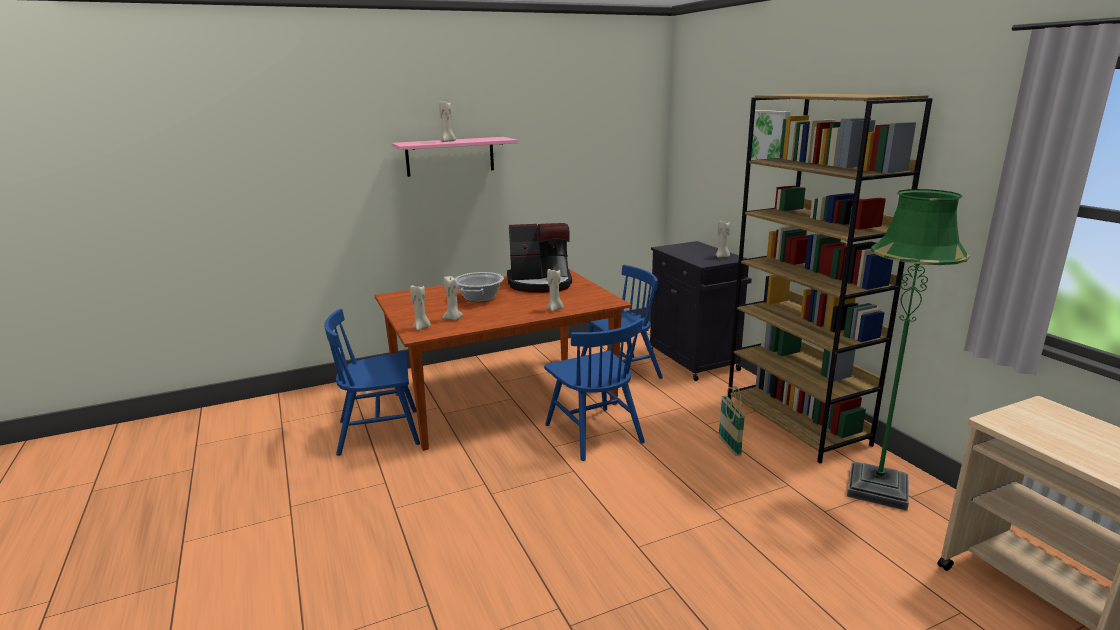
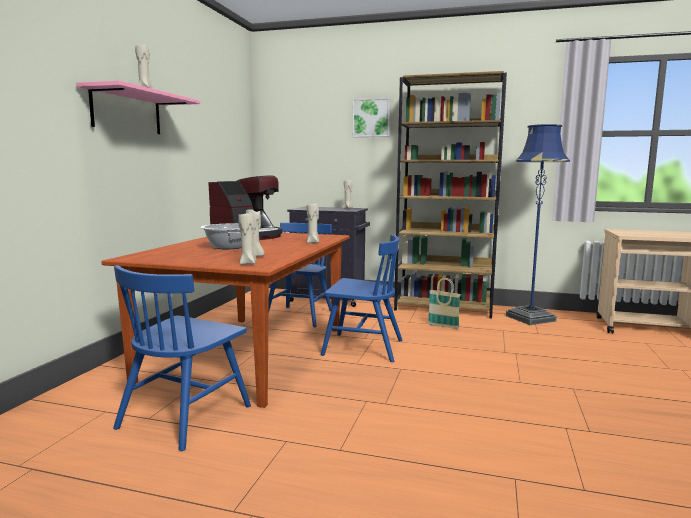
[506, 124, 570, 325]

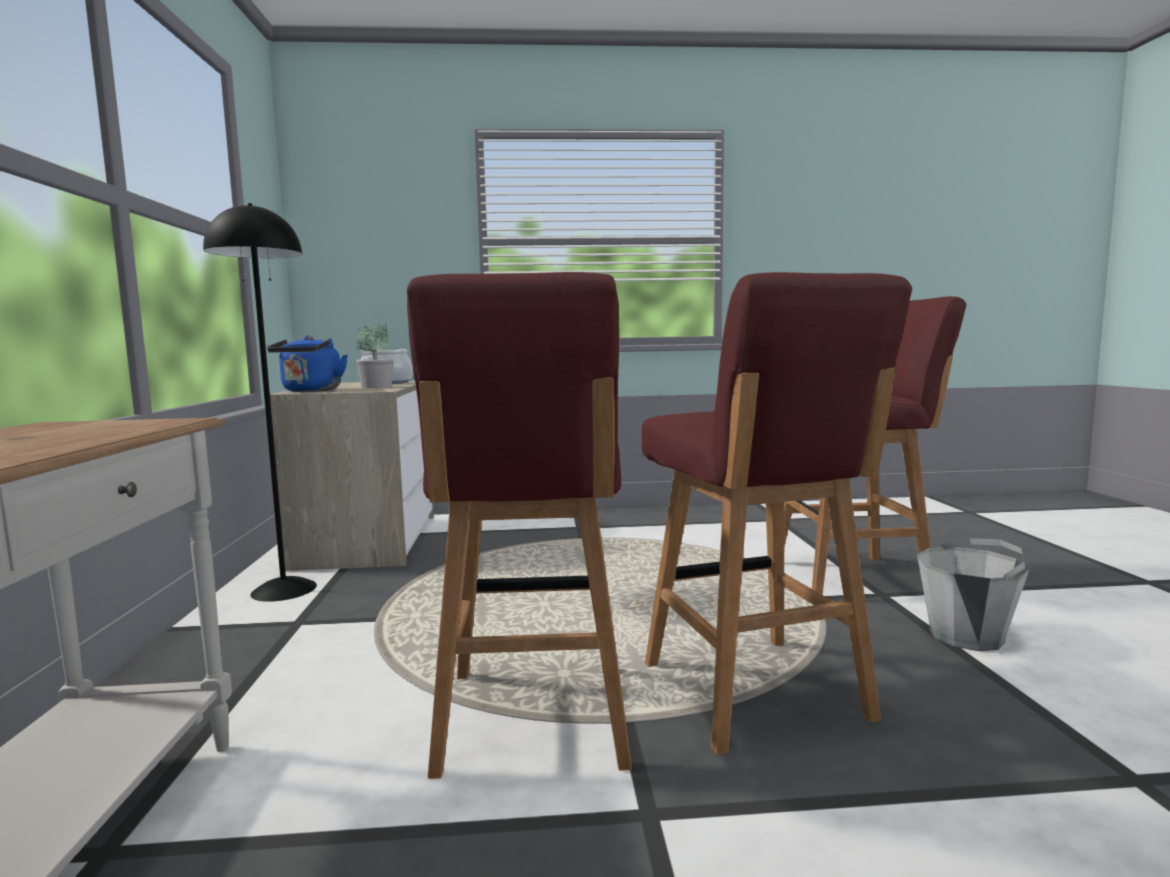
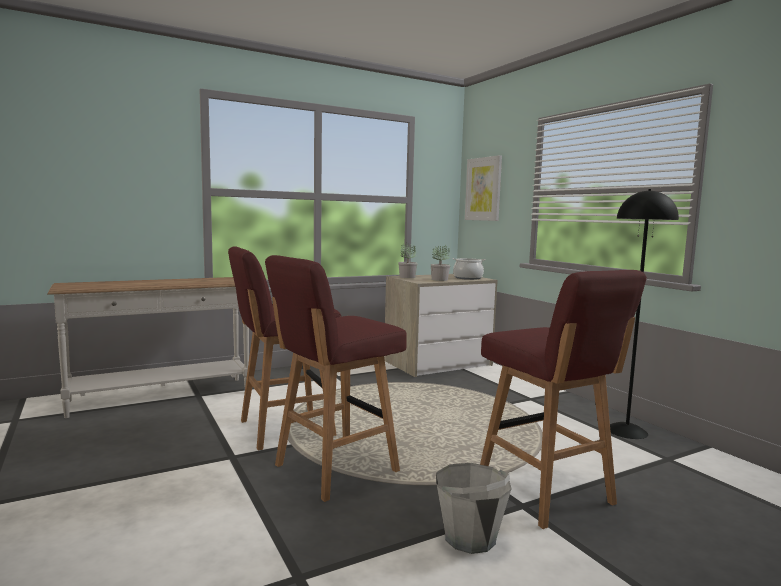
[398, 244, 418, 278]
[465, 155, 502, 221]
[610, 189, 679, 439]

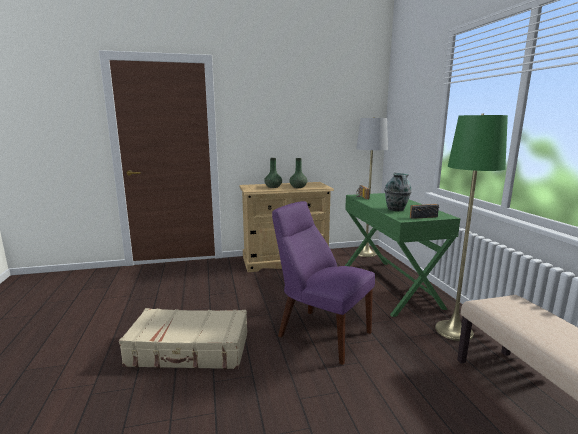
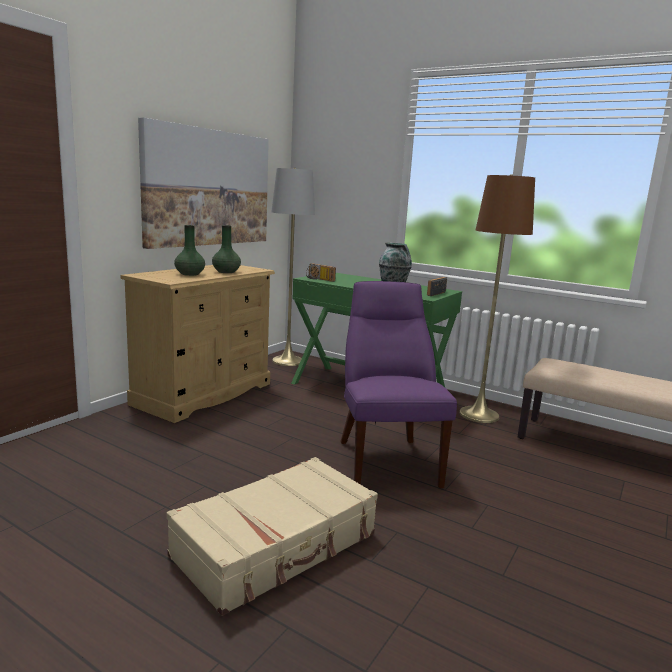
[138, 117, 269, 249]
[340, 281, 457, 488]
[459, 174, 535, 423]

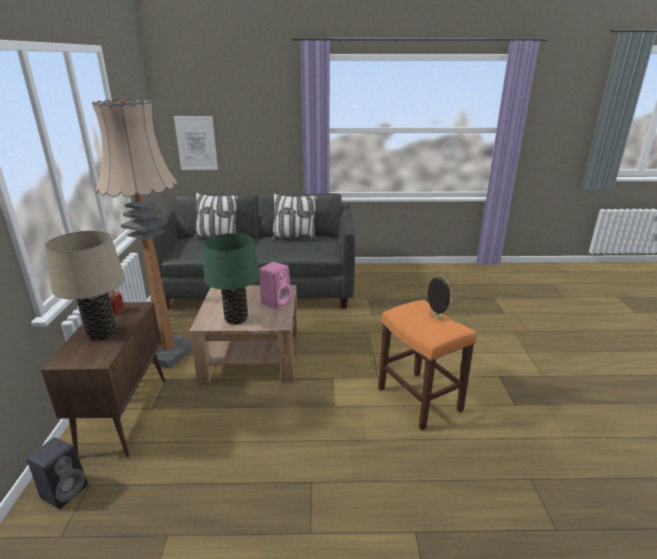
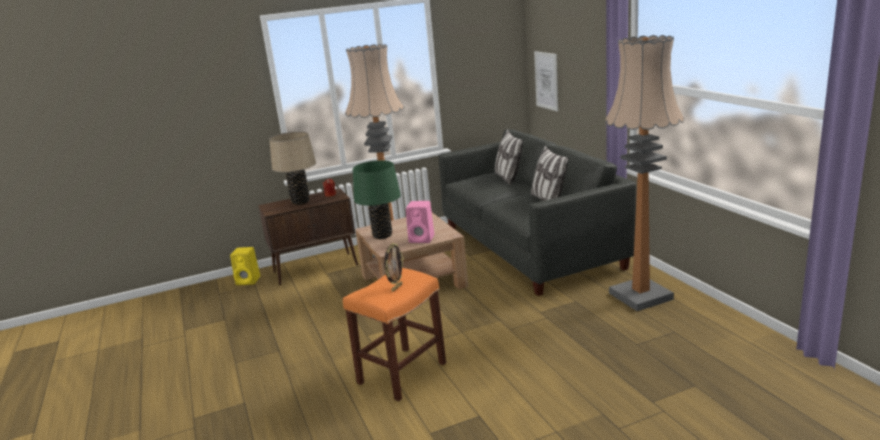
[230, 247, 260, 285]
[605, 35, 684, 311]

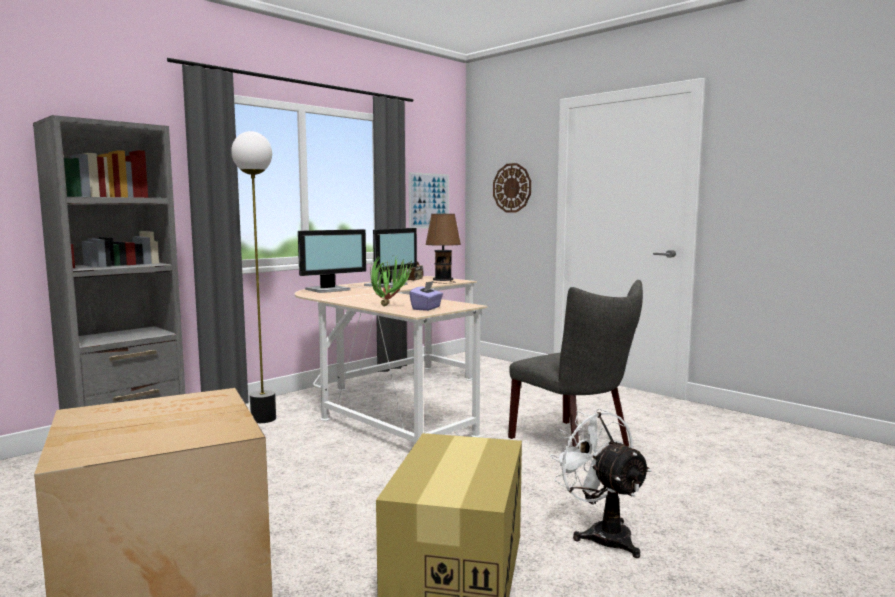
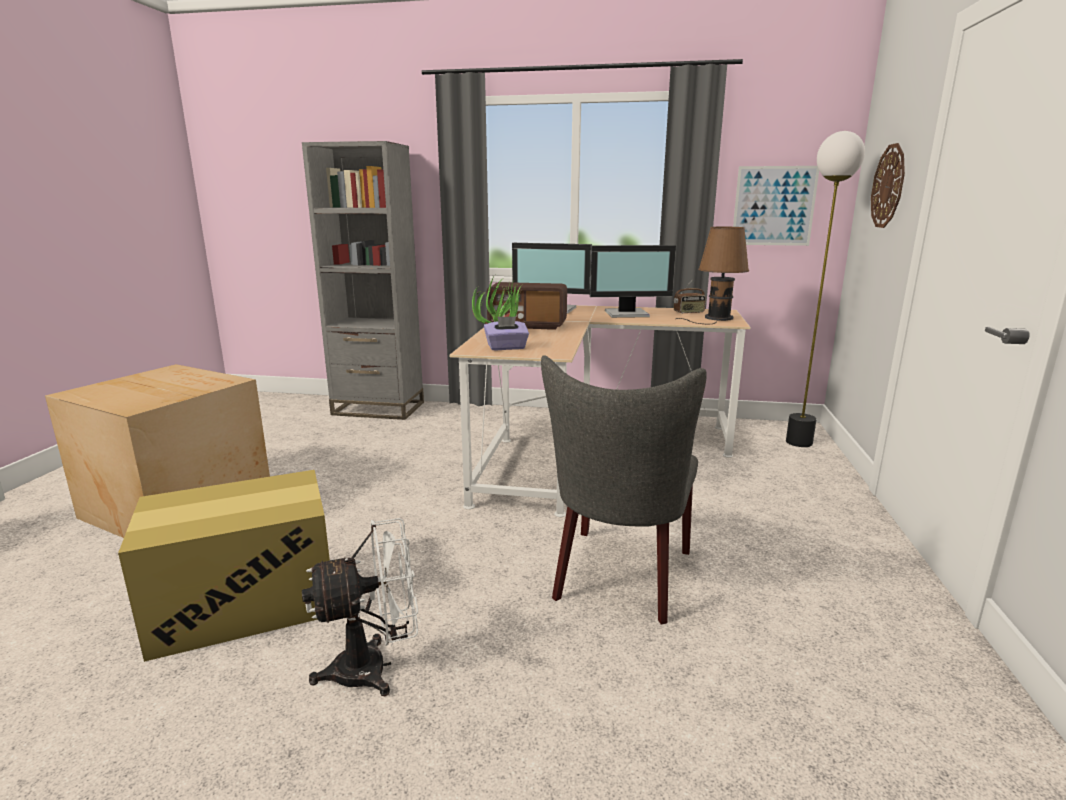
[302, 518, 418, 696]
[487, 282, 567, 330]
[786, 131, 865, 447]

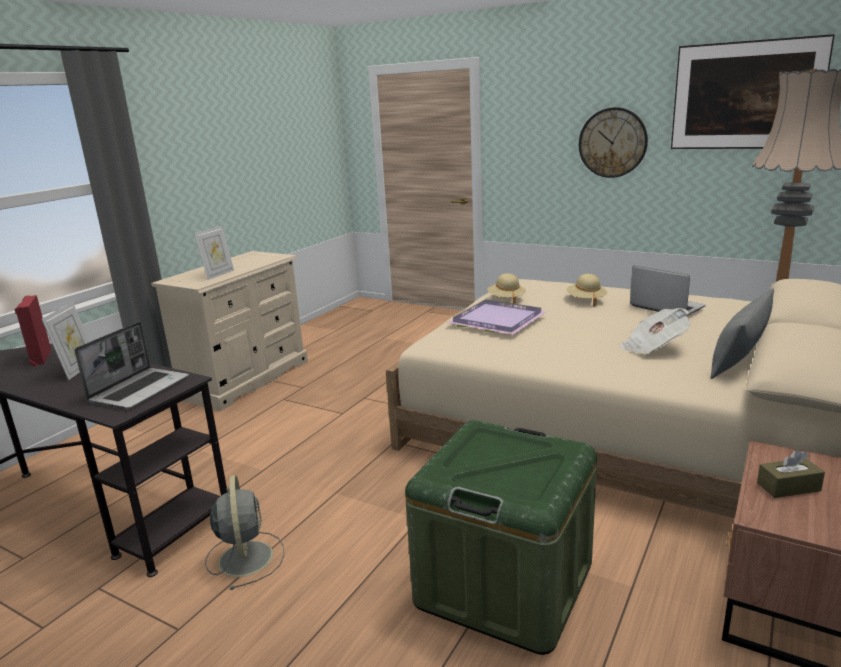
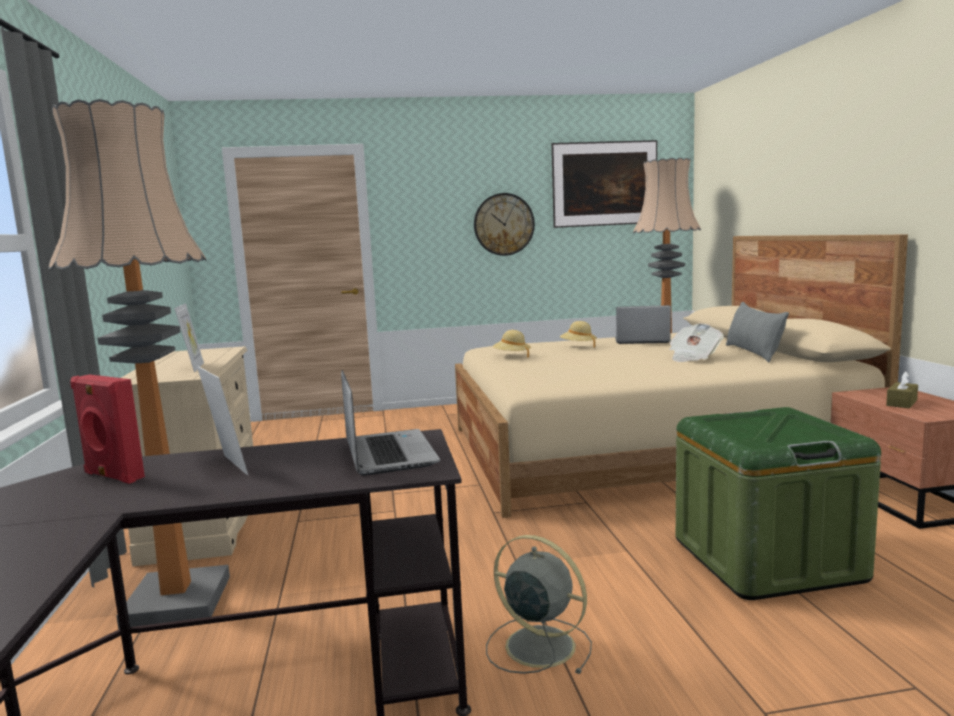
[48, 99, 230, 629]
[447, 299, 546, 335] (first image)

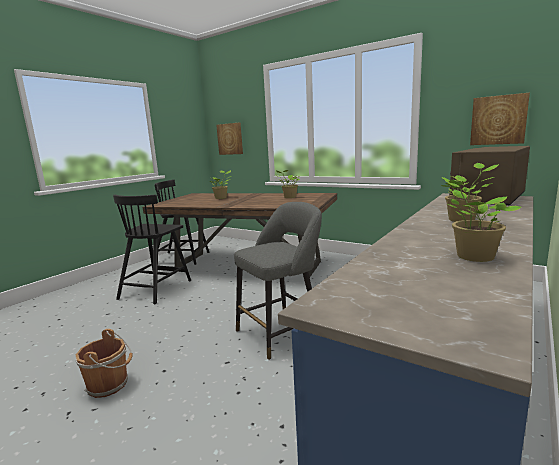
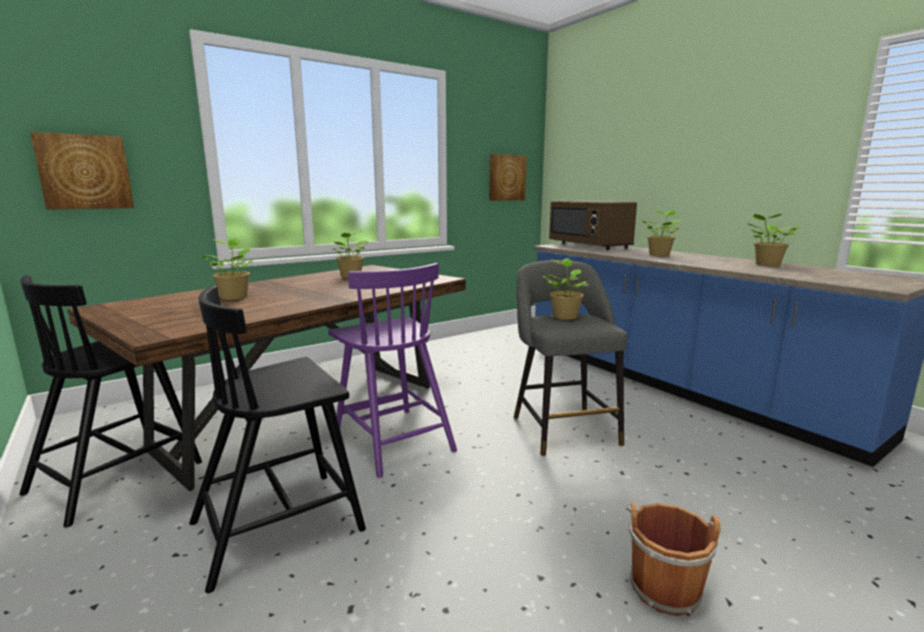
[189, 286, 366, 593]
[328, 263, 457, 478]
[542, 258, 589, 320]

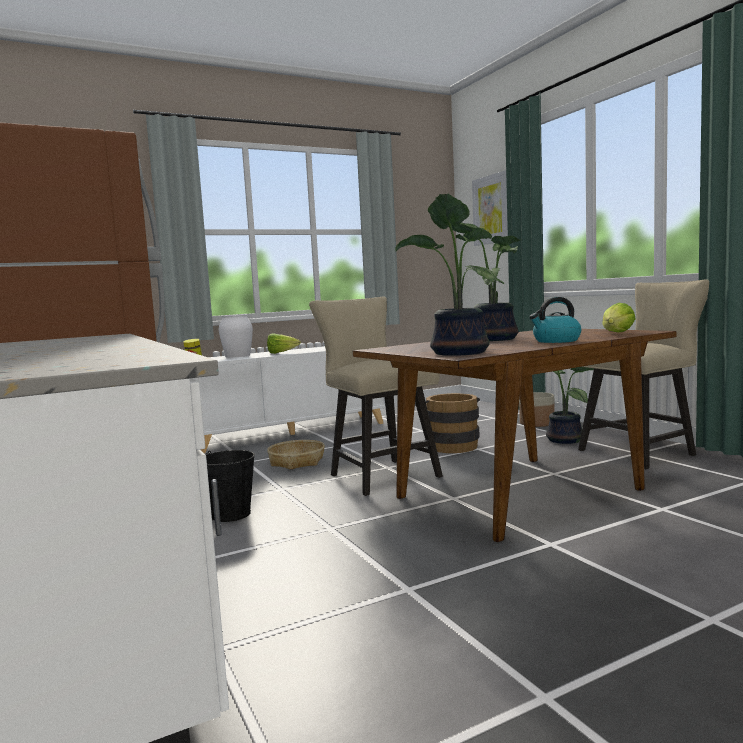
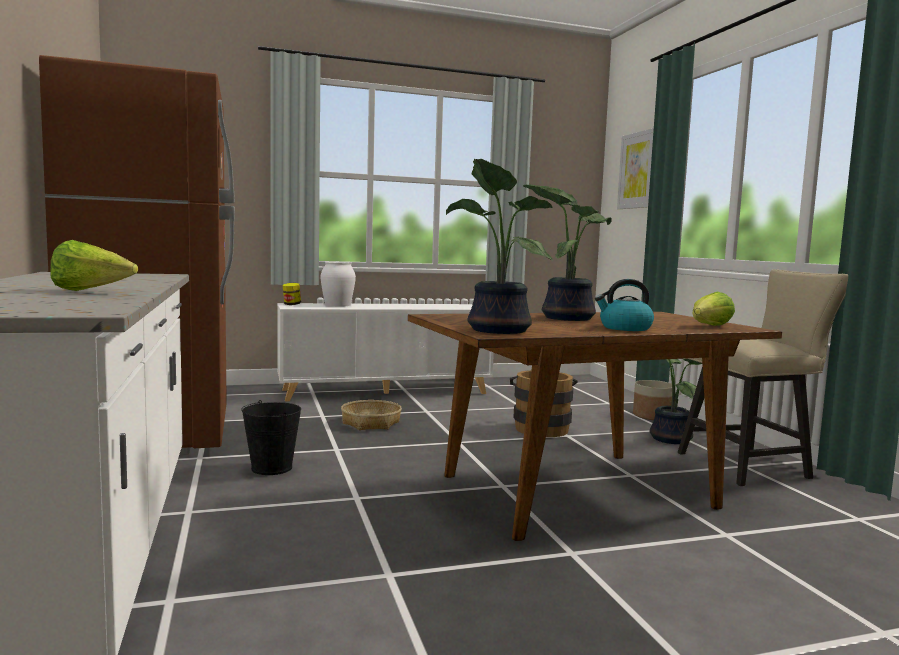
[51, 240, 138, 291]
[309, 297, 443, 496] (first image)

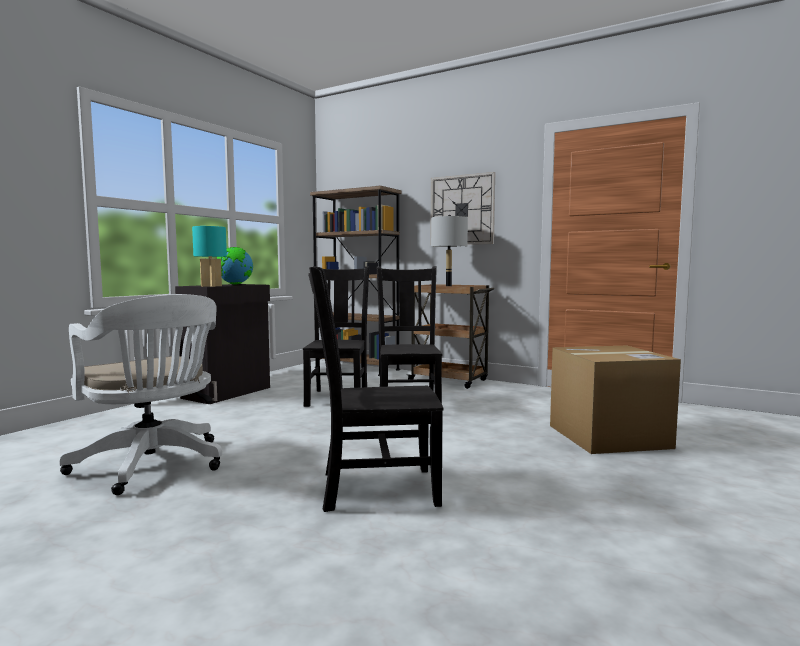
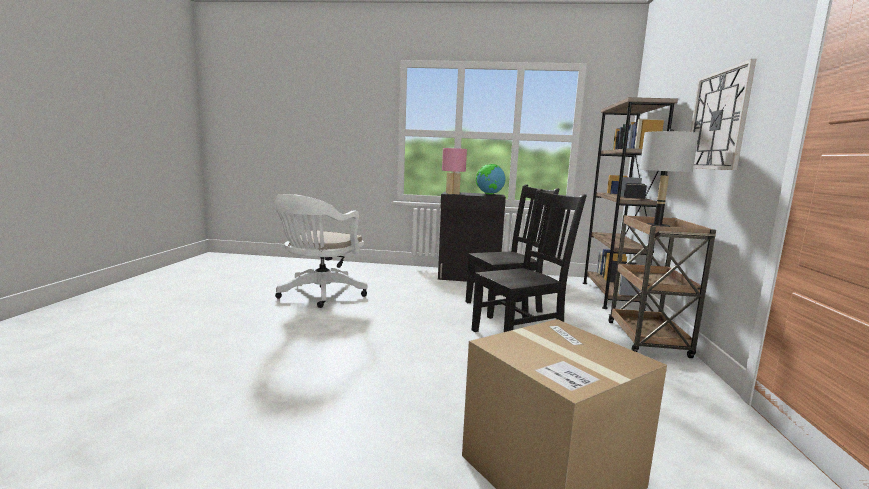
[442, 148, 467, 194]
[308, 267, 443, 512] (first image)

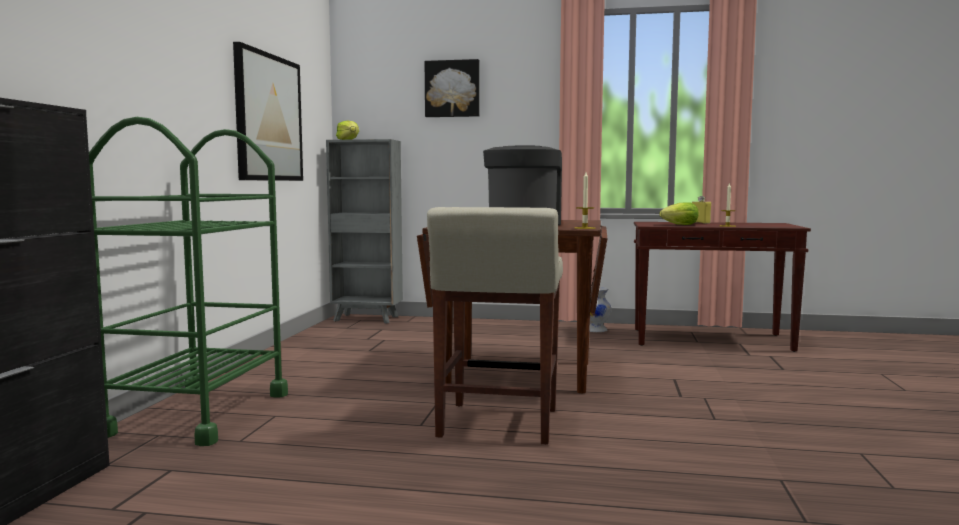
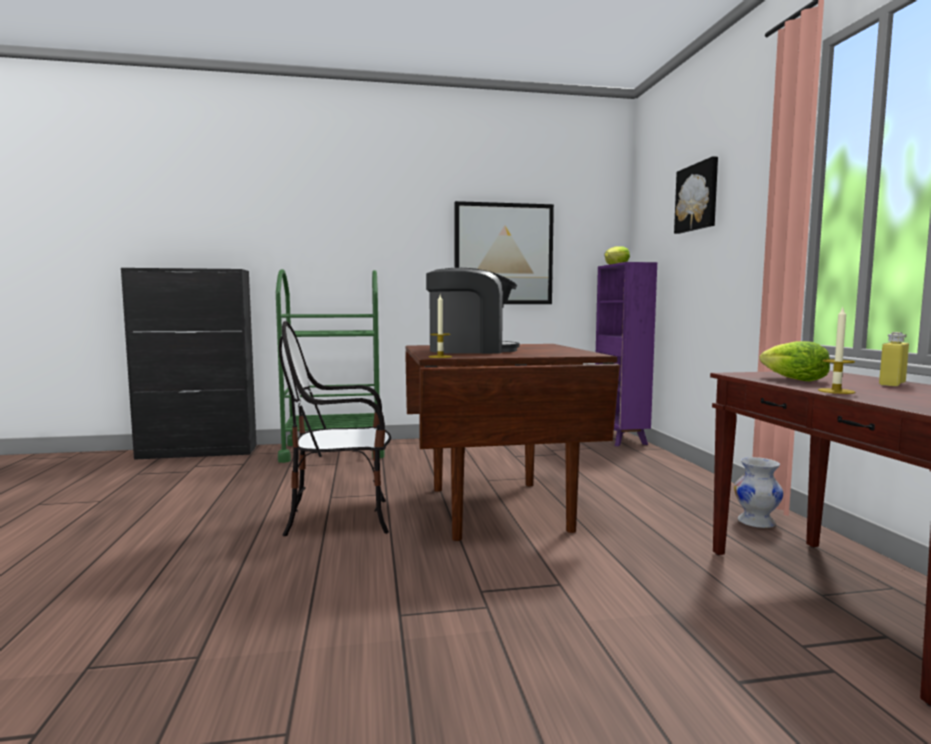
[279, 321, 391, 536]
[595, 262, 657, 446]

